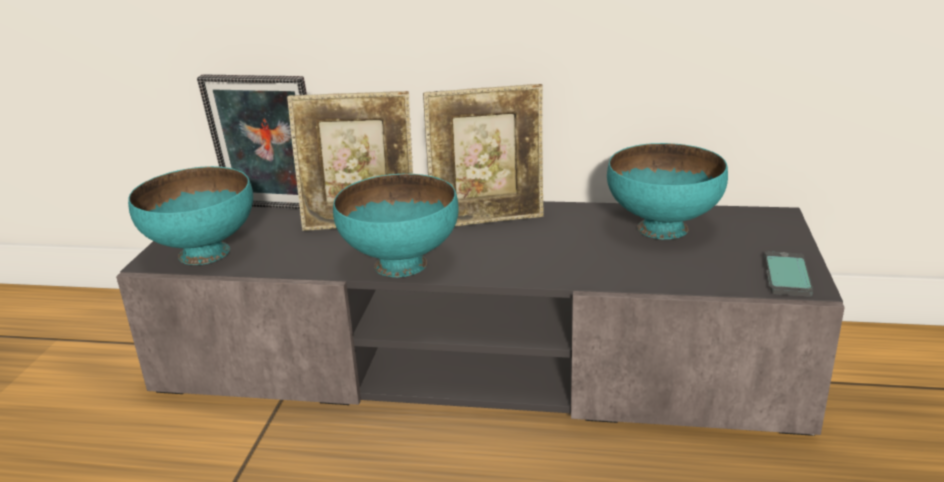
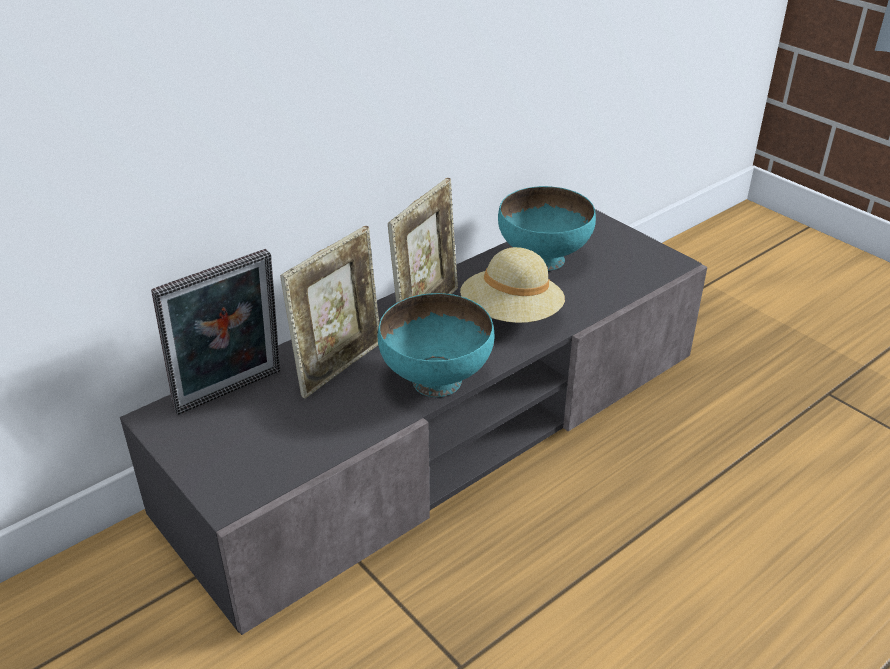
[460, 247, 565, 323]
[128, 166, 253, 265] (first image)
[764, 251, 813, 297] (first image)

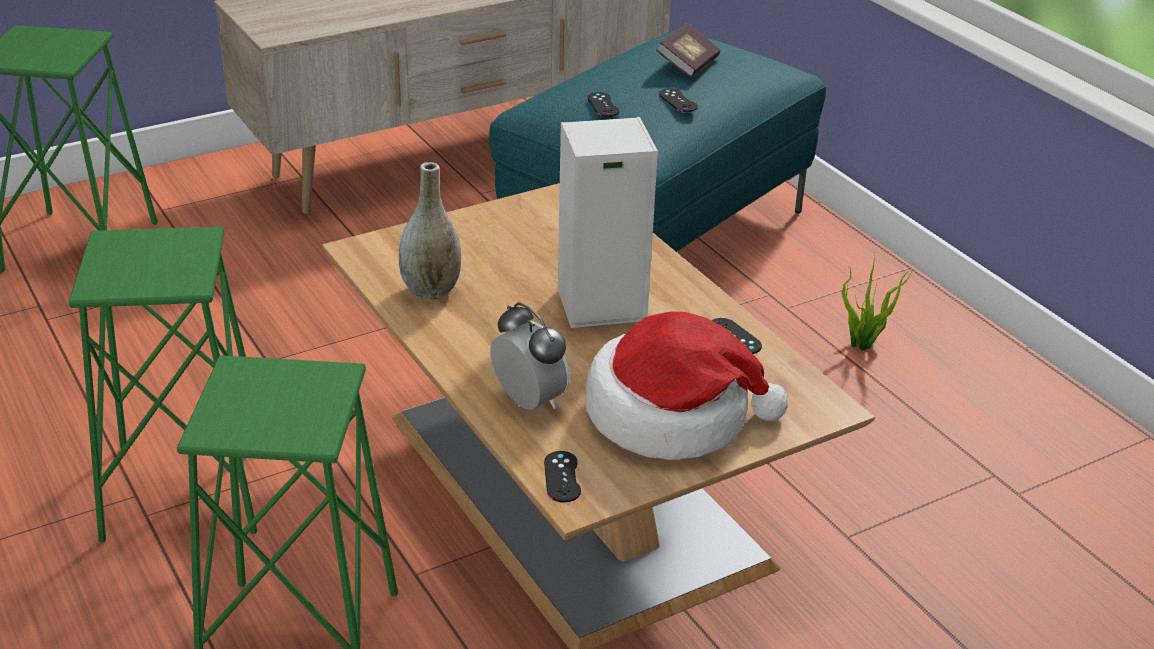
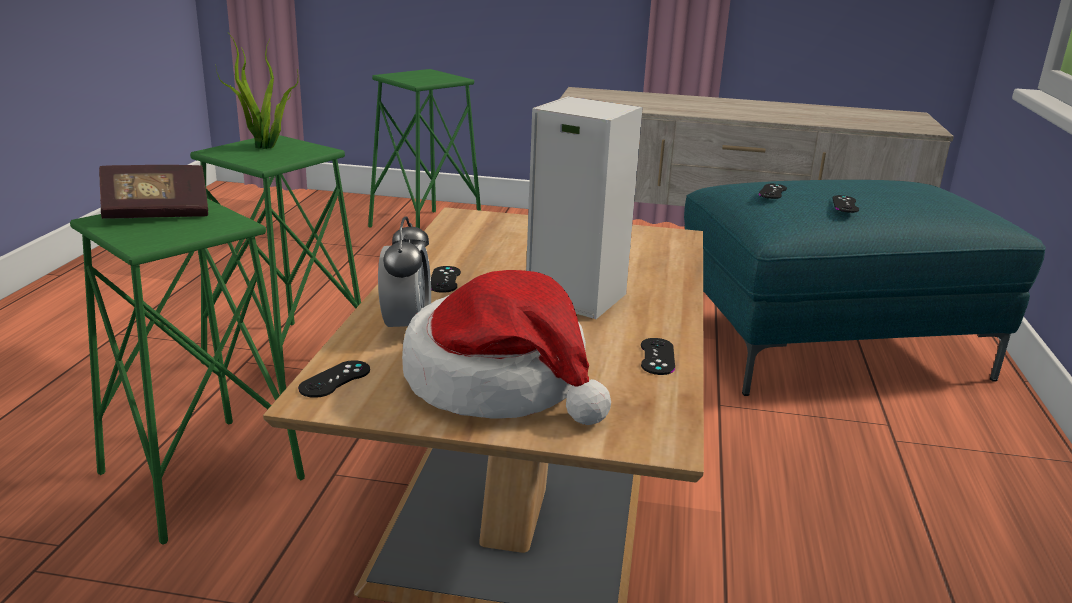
[99, 165, 208, 219]
[216, 33, 298, 149]
[431, 266, 461, 293]
[399, 162, 461, 300] (first image)

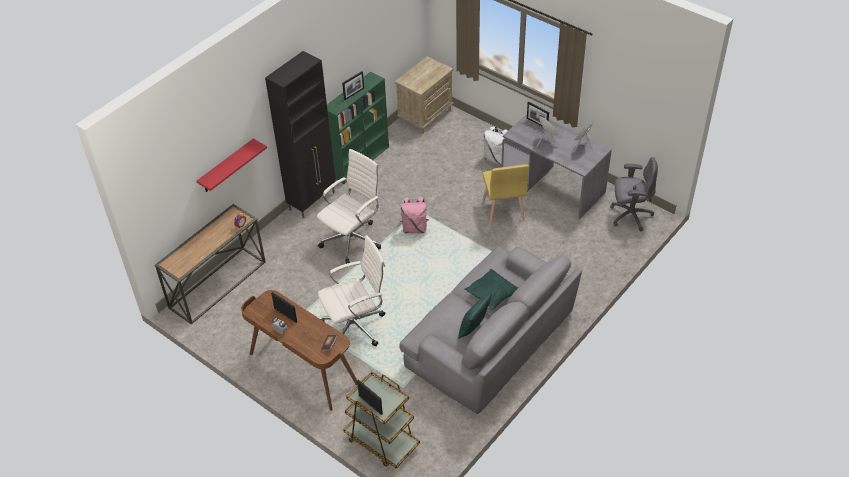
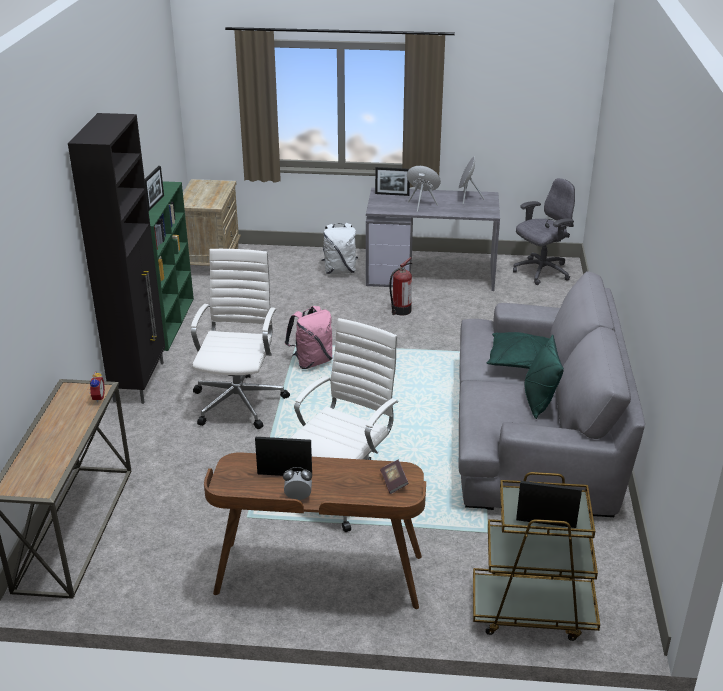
[389, 257, 412, 315]
[197, 139, 267, 192] (first image)

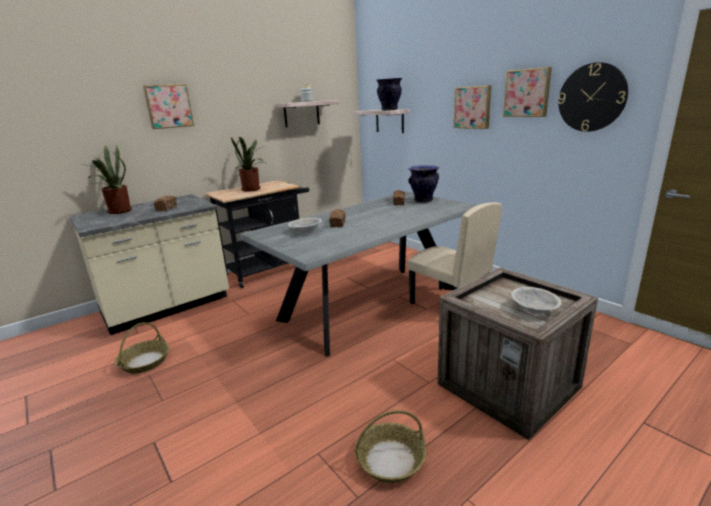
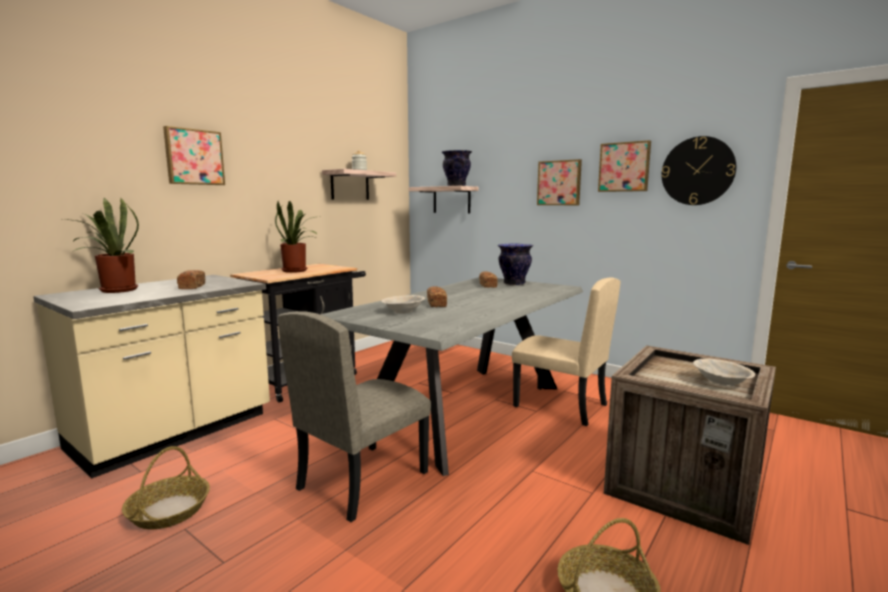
[278, 311, 431, 522]

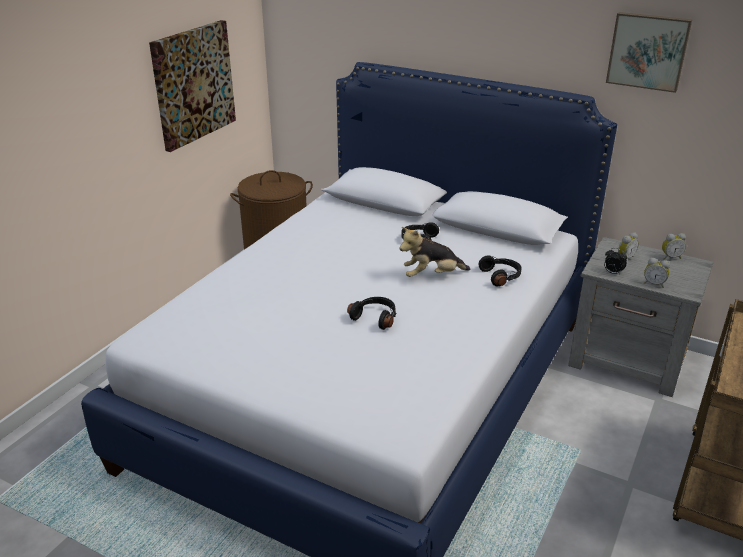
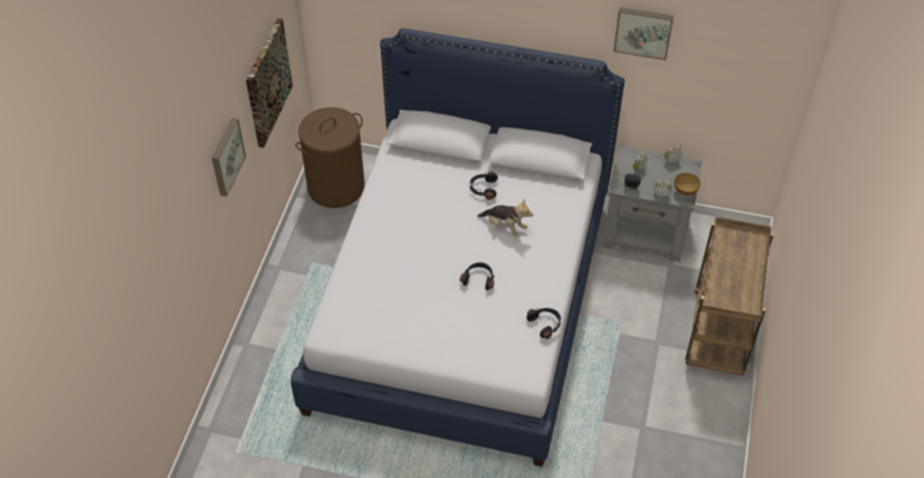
[212, 118, 246, 197]
[477, 199, 533, 237]
[527, 308, 561, 339]
[674, 173, 700, 196]

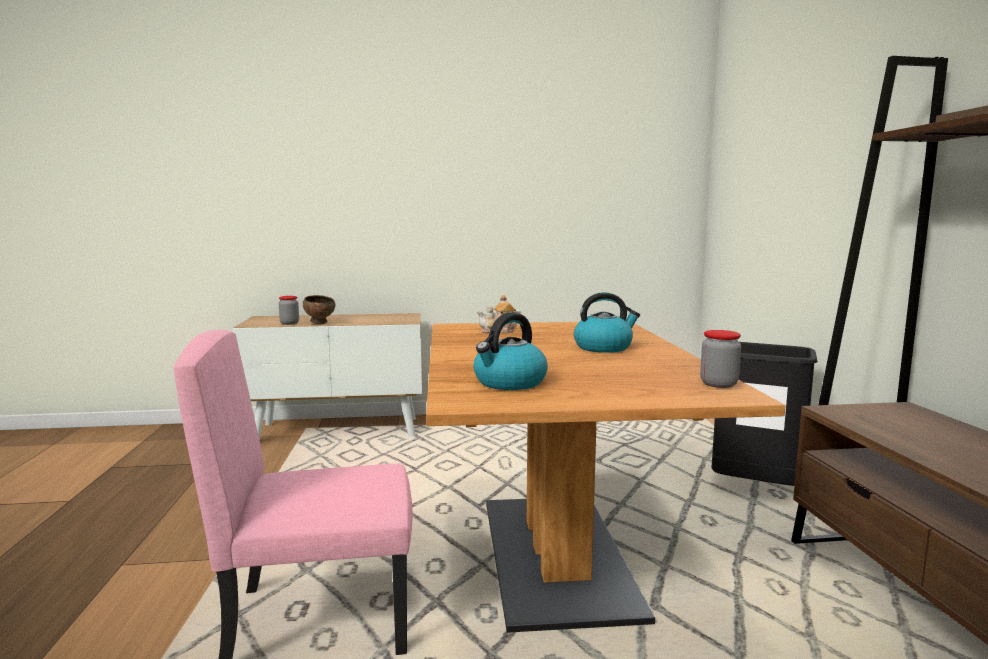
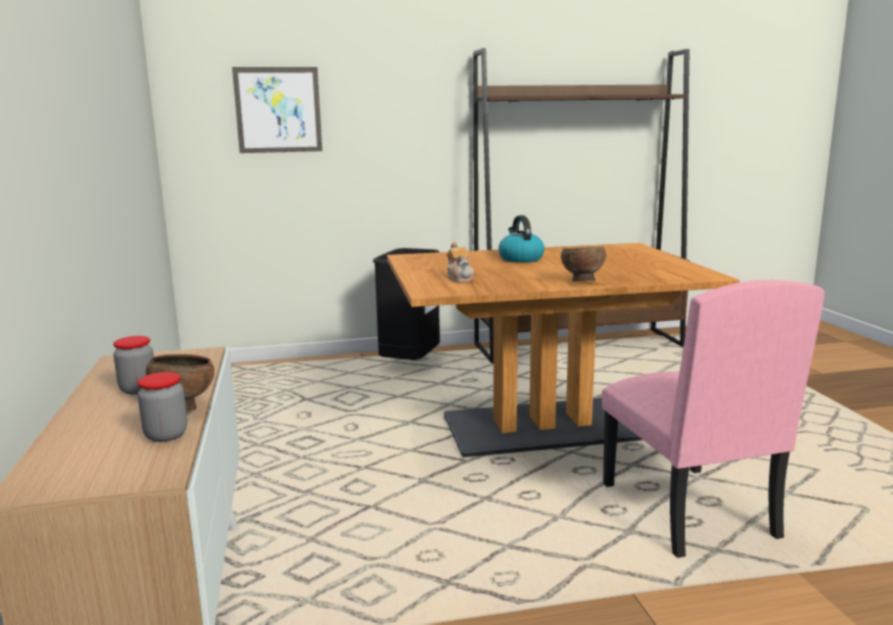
[113, 336, 154, 394]
[232, 67, 322, 153]
[561, 247, 606, 281]
[473, 313, 548, 390] (first image)

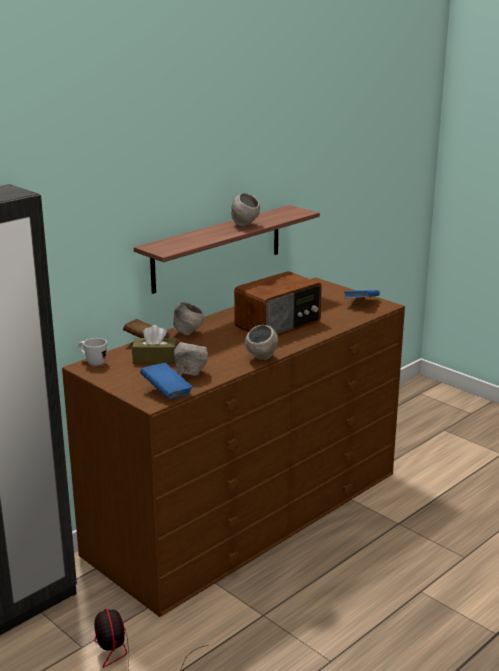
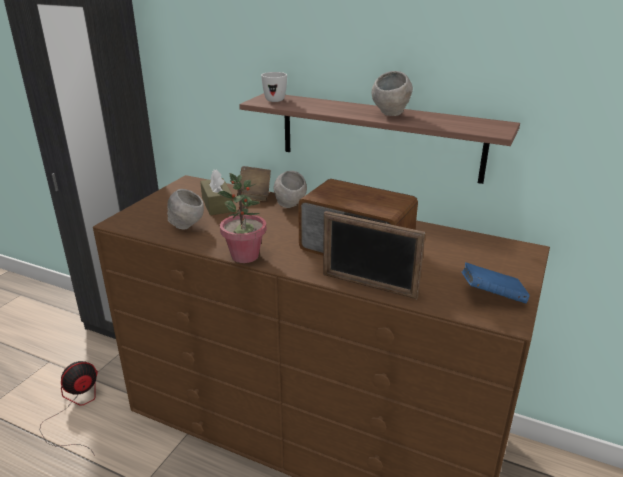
[218, 173, 266, 263]
[261, 72, 287, 102]
[323, 211, 425, 299]
[140, 363, 193, 399] (first image)

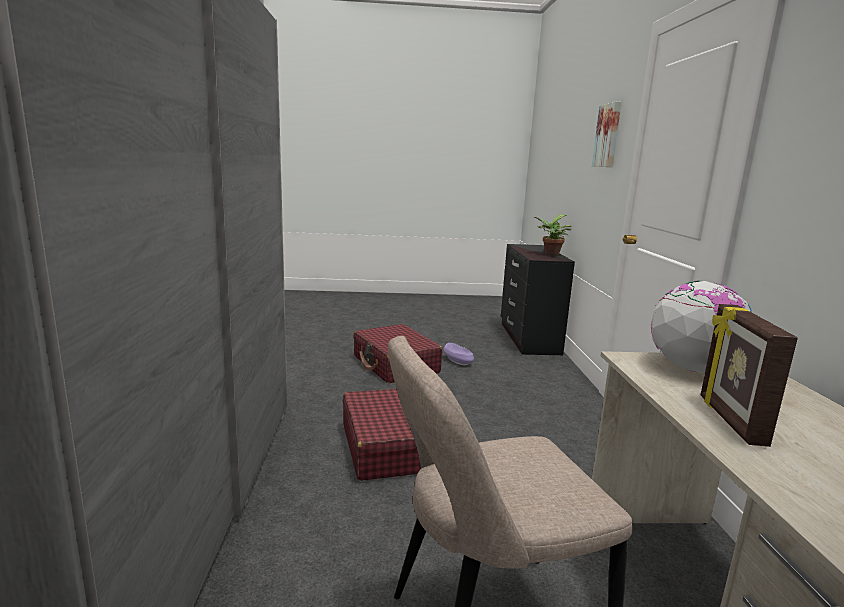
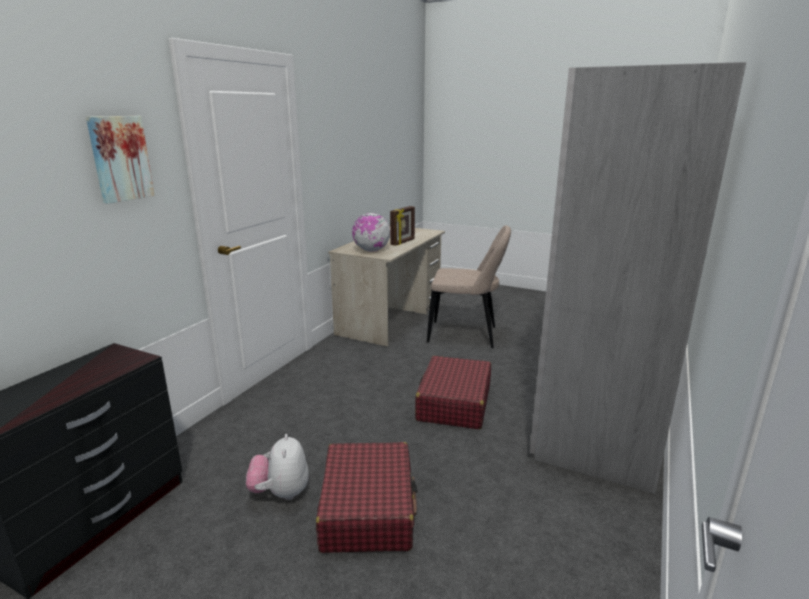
[246, 434, 309, 500]
[534, 215, 571, 255] (first image)

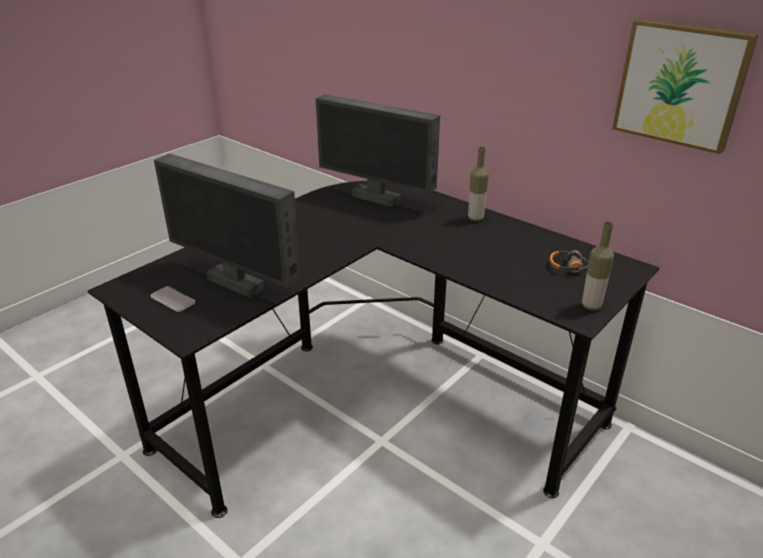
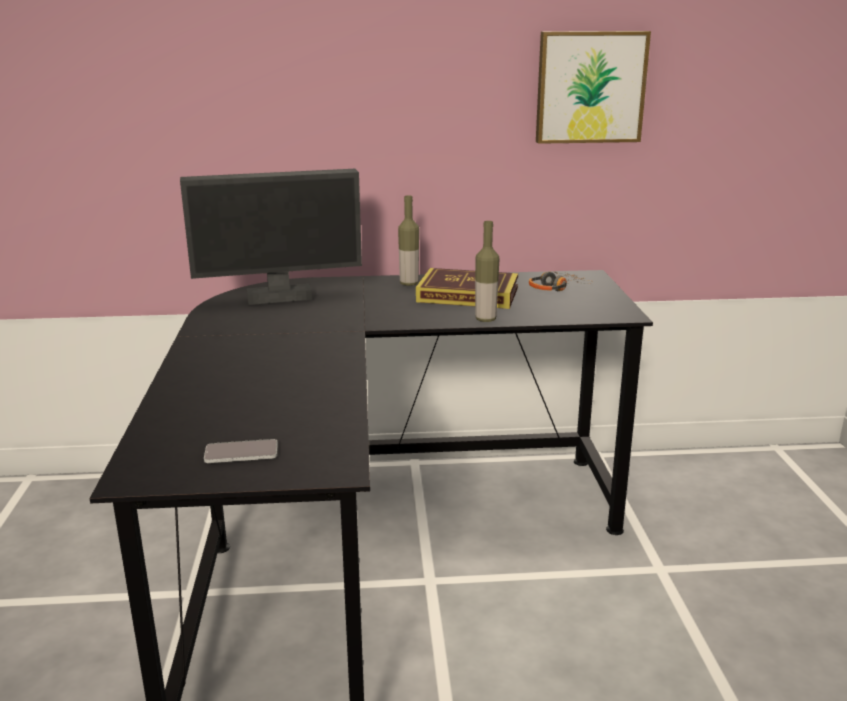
[416, 268, 518, 309]
[475, 221, 500, 322]
[154, 154, 301, 298] (first image)

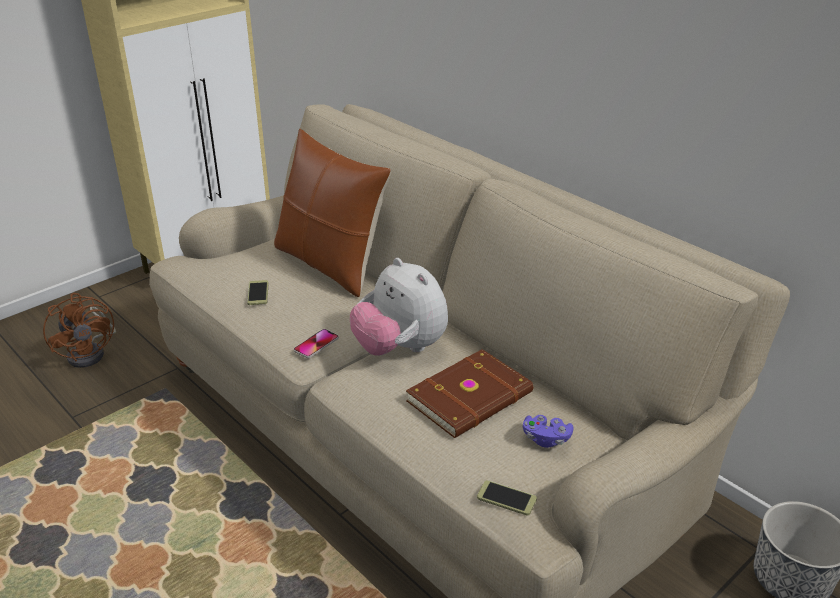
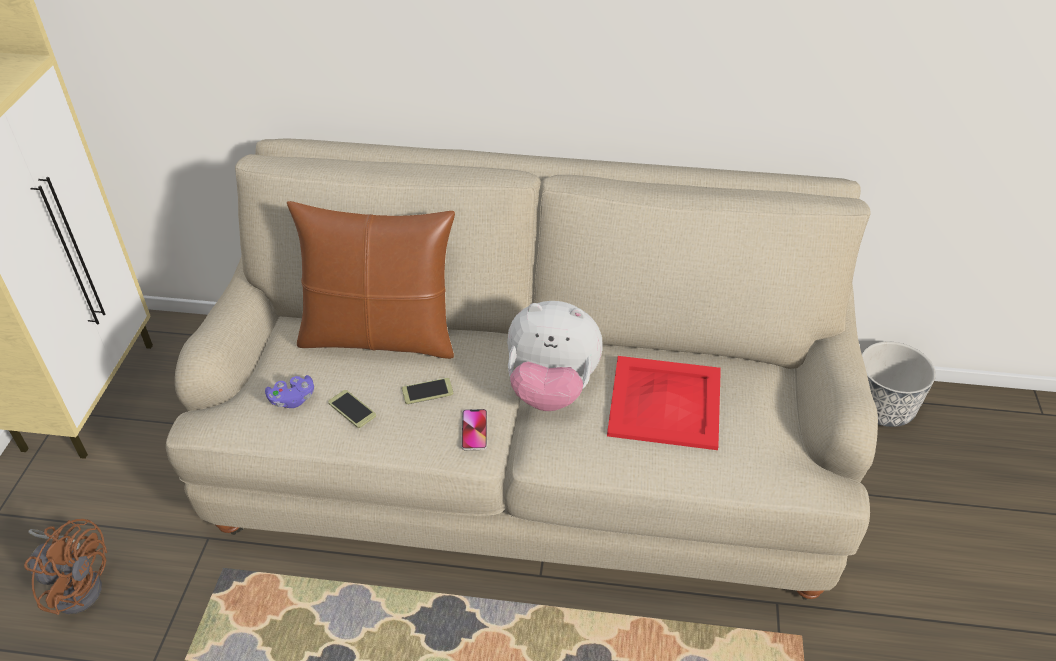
[265, 375, 314, 408]
[402, 378, 453, 404]
[607, 356, 721, 450]

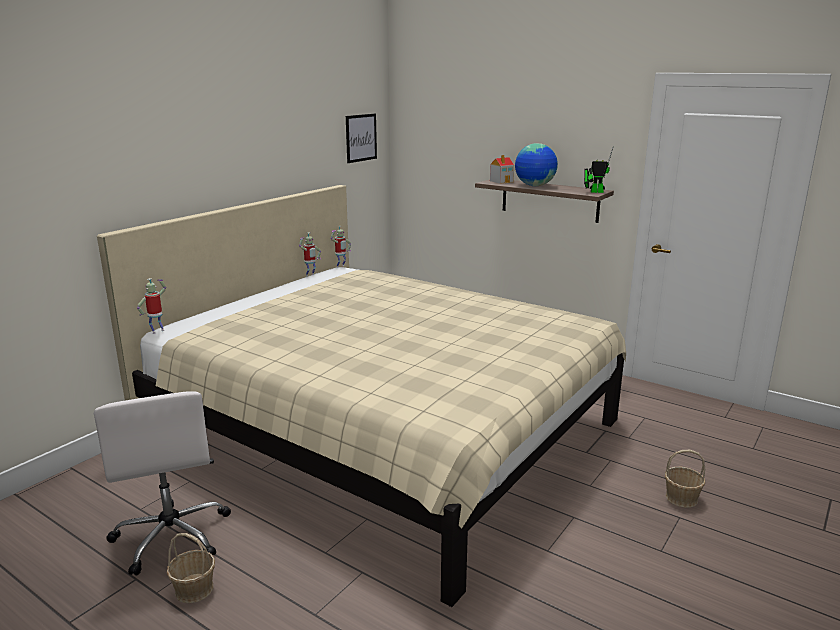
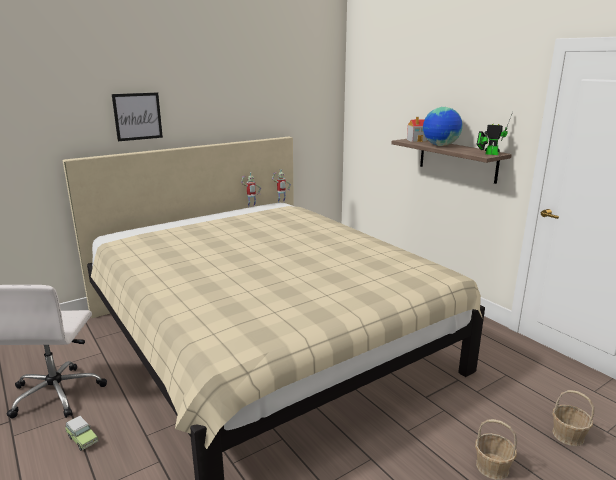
[65, 416, 98, 451]
[112, 92, 163, 141]
[552, 390, 594, 446]
[137, 278, 166, 334] (first image)

